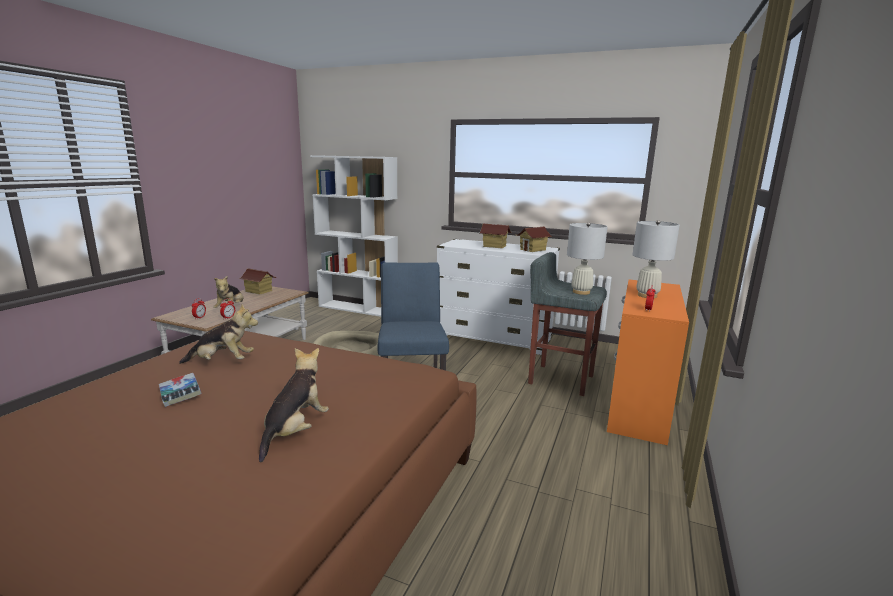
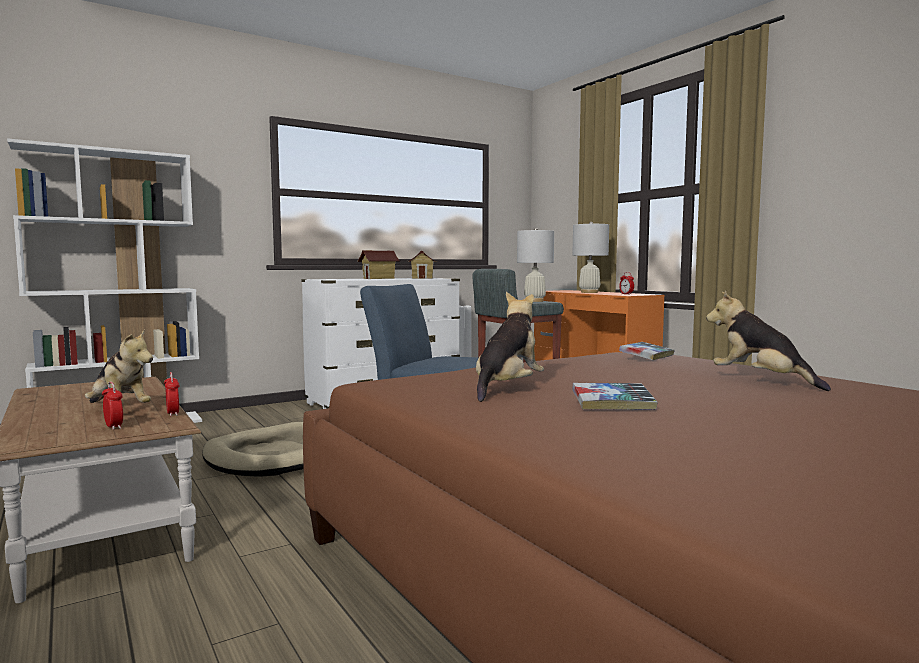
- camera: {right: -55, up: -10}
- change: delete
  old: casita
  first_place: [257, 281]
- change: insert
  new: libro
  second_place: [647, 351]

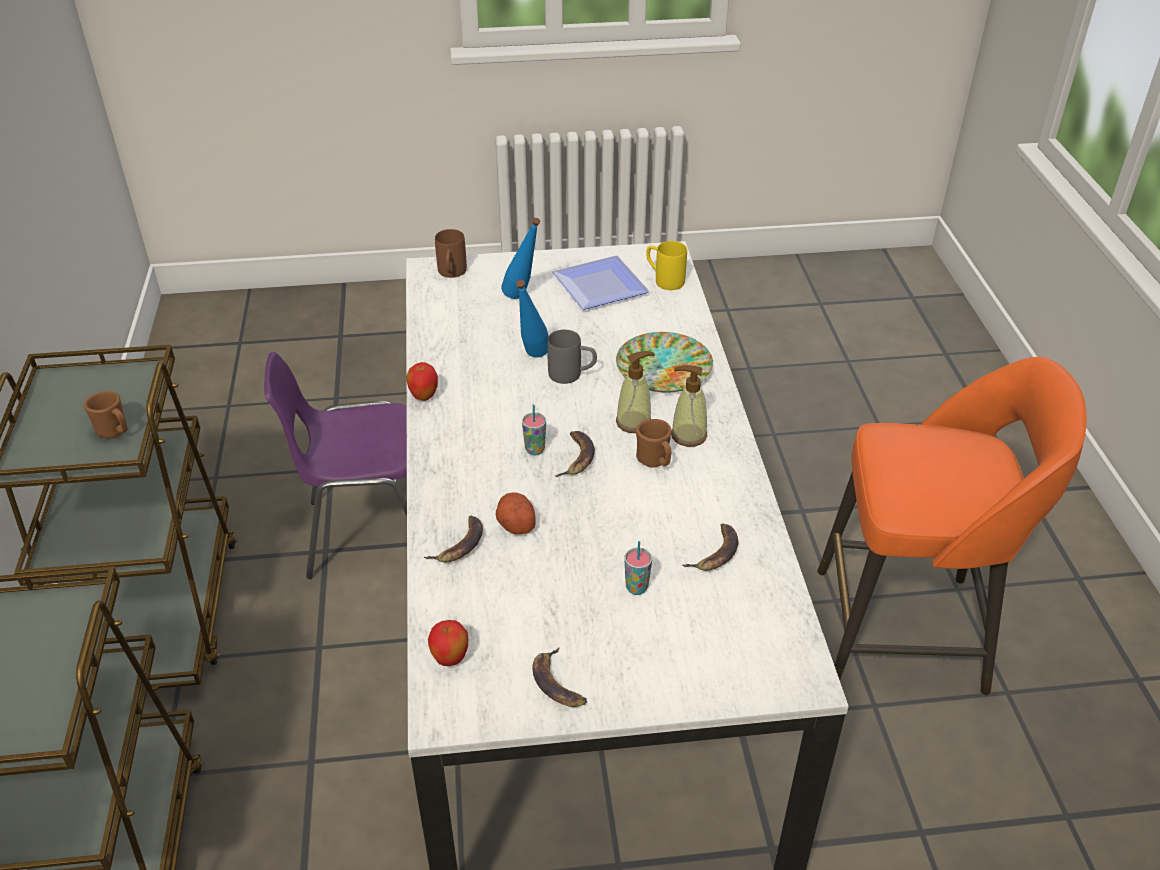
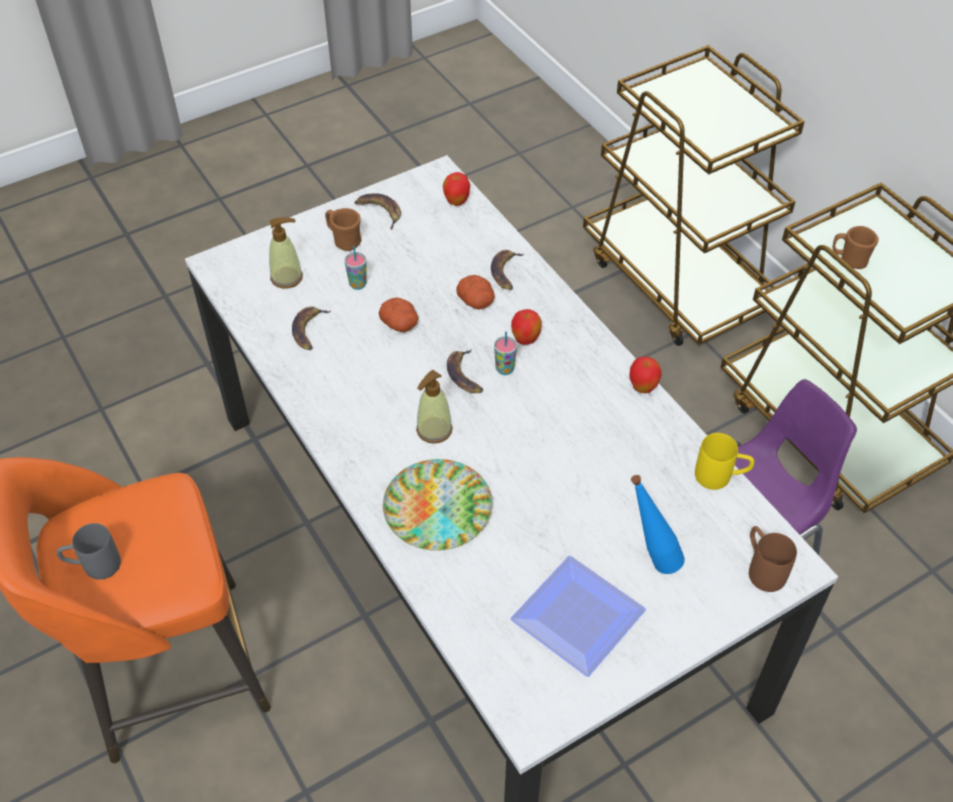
- camera: {right: 155, up: 10}
- change: move
  old: taza grande/amarillo
  first_place: [666, 265]
  second_place: [724, 461]
- change: delete
  old: botella/azul
  first_place: [532, 318]
- change: move
  old: taza grande/gris
  first_place: [572, 356]
  second_place: [89, 551]
- change: move
  old: dispensador de jabón
  first_place: [689, 406]
  second_place: [286, 253]
- change: move
  old: taza grande/marrón
  first_place: [654, 443]
  second_place: [343, 229]
- change: insert
  new: patata
  second_place: [398, 314]
- change: insert
  new: manzana
  second_place: [526, 327]

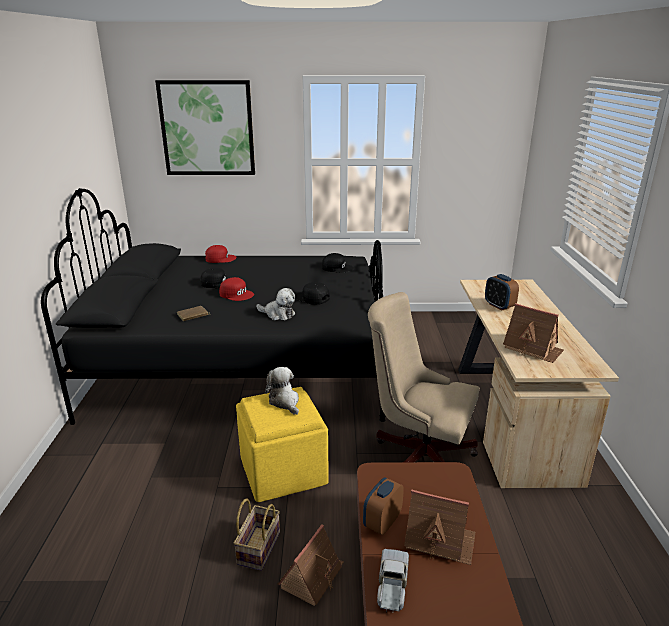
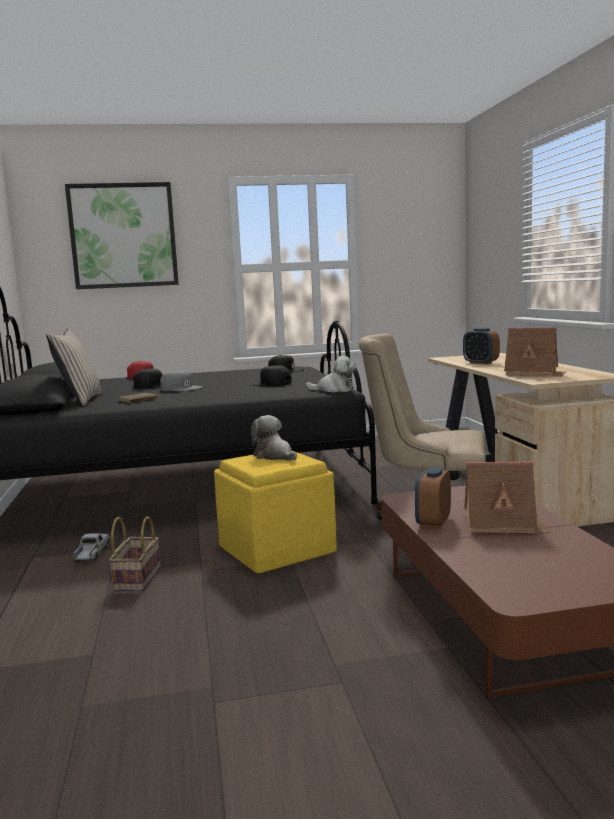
- camera: {right: -10, up: -15}
- change: recolor
  old: gorra/rojo
  new: gorra/gris
  first_place: [236, 289]
  second_place: [181, 380]
- change: move
  old: peluche
  first_place: [275, 304]
  second_place: [331, 374]
- change: move
  old: cesta
  first_place: [257, 534]
  second_place: [135, 554]
- change: delete
  old: casita
  first_place: [310, 565]
- change: move
  old: camión de juguete
  first_place: [393, 580]
  second_place: [91, 547]
- change: insert
  new: cojín/beis
  second_place: [74, 367]

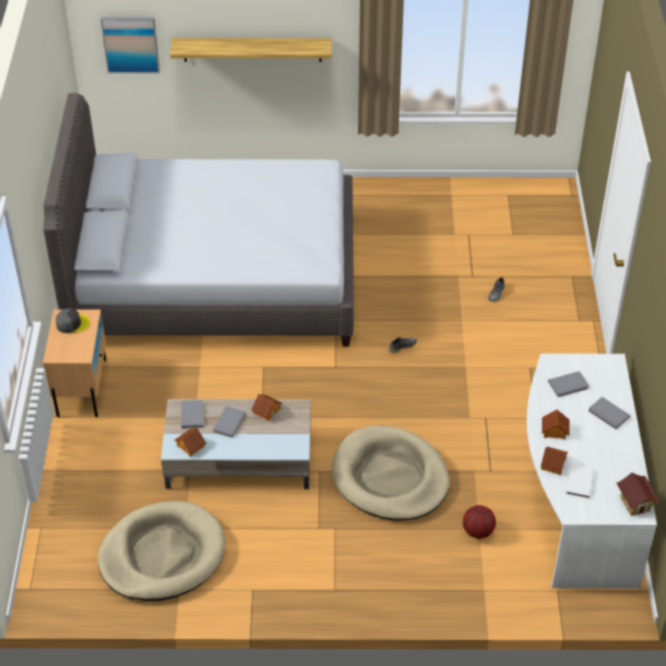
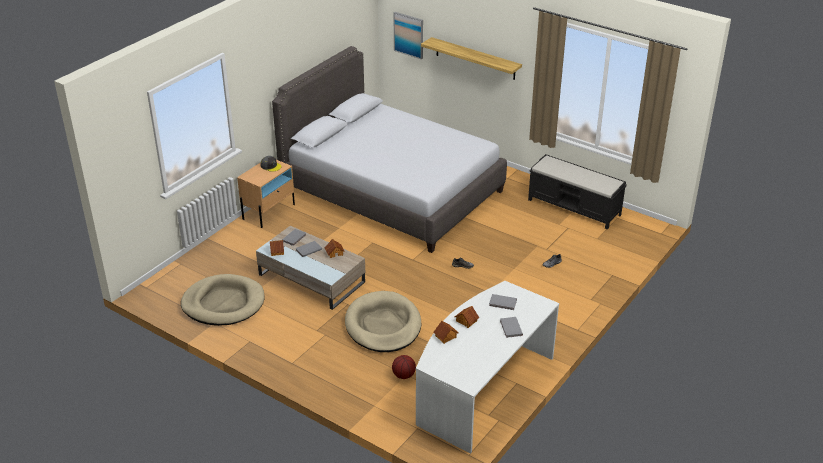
- camera: {right: 35, up: -10}
- change: delete
  old: libro/blanco
  first_place: [580, 481]
- change: delete
  old: casita
  first_place: [638, 494]
- change: insert
  new: banco/negro
  second_place: [577, 192]

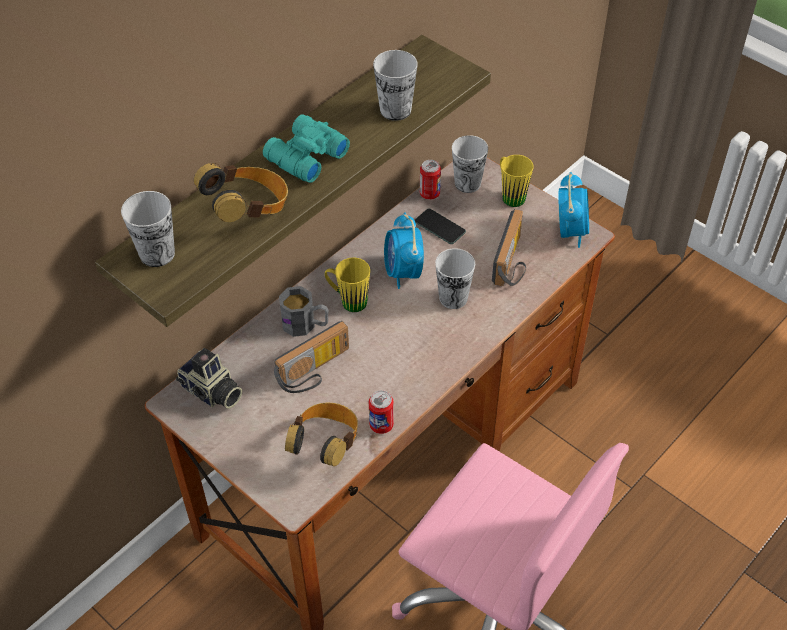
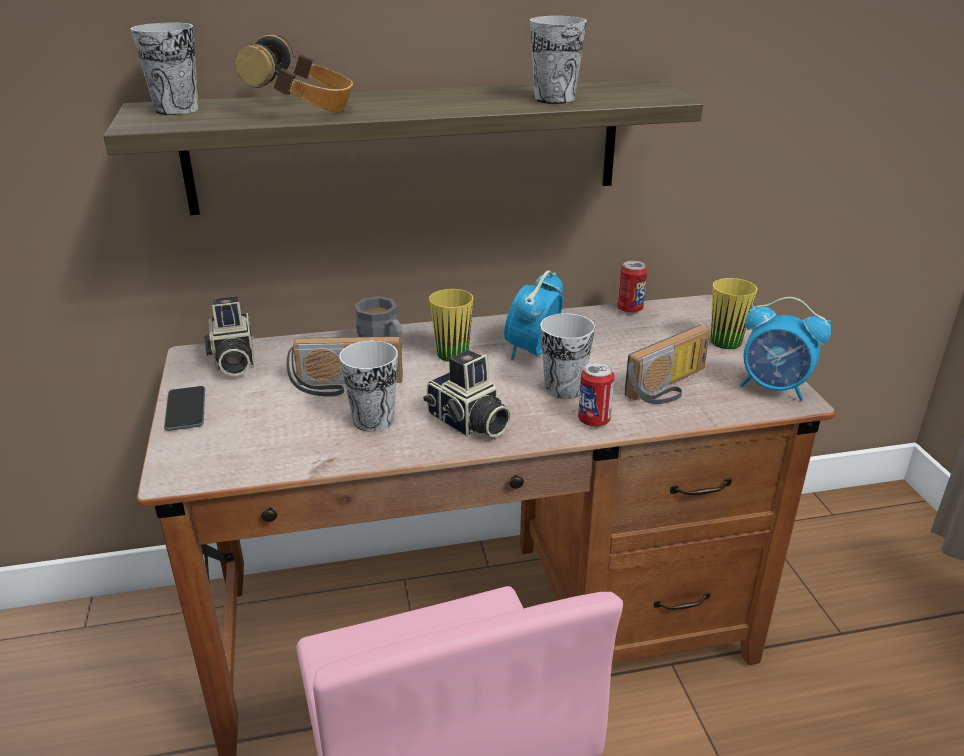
- camera: {right: 35, up: -20}
- change: delete
  old: prismáticos/turquesa
  first_place: [306, 148]
- change: move
  old: taza
  first_place: [470, 164]
  second_place: [368, 386]
- change: rotate
  old: despertador
  first_place: [574, 210]
  second_place: [785, 348]
  degrees: 75
- change: move
  old: móvil
  first_place: [440, 226]
  second_place: [184, 408]
- change: move
  old: lata
  first_place: [381, 412]
  second_place: [596, 394]
- change: delete
  old: auriculares
  first_place: [321, 434]
- change: insert
  new: cámara
  second_place: [467, 393]

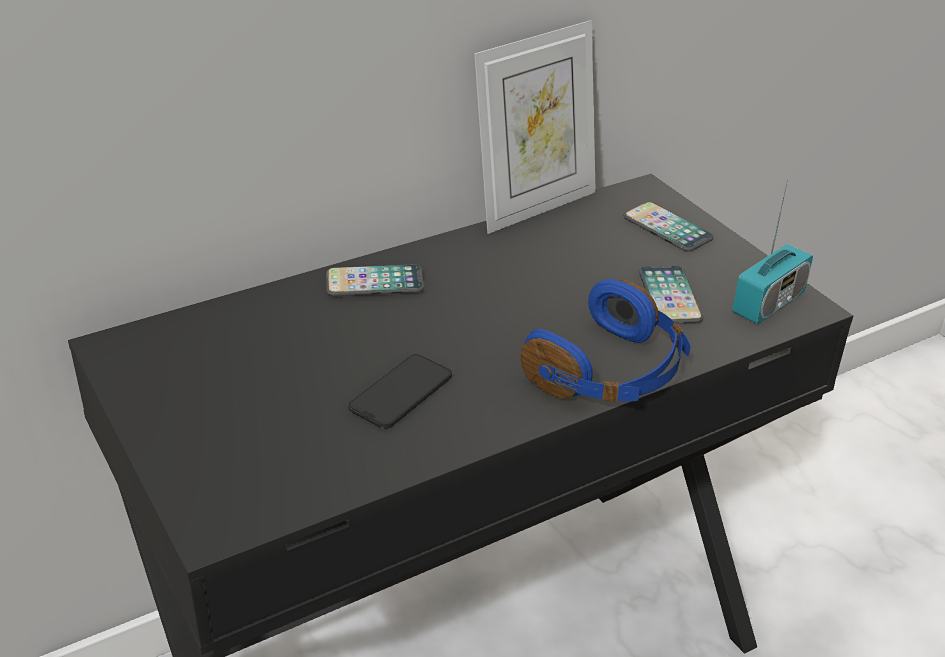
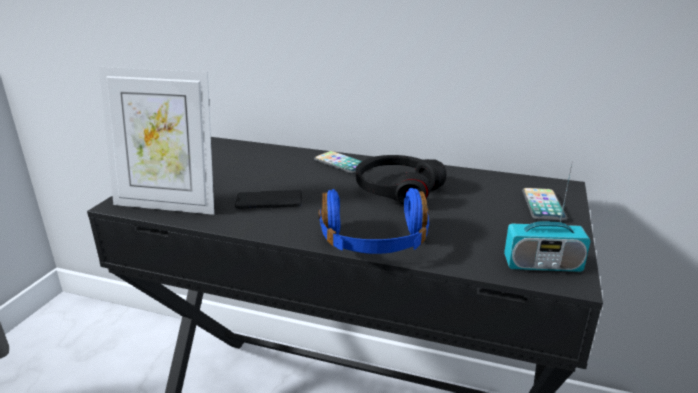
- camera: {right: 50, up: -10}
- change: move
  old: portarretratos
  first_place: [535, 127]
  second_place: [156, 141]
- change: delete
  old: móvil
  first_place: [671, 295]
- change: insert
  new: auriculares/negro
  second_place: [401, 179]

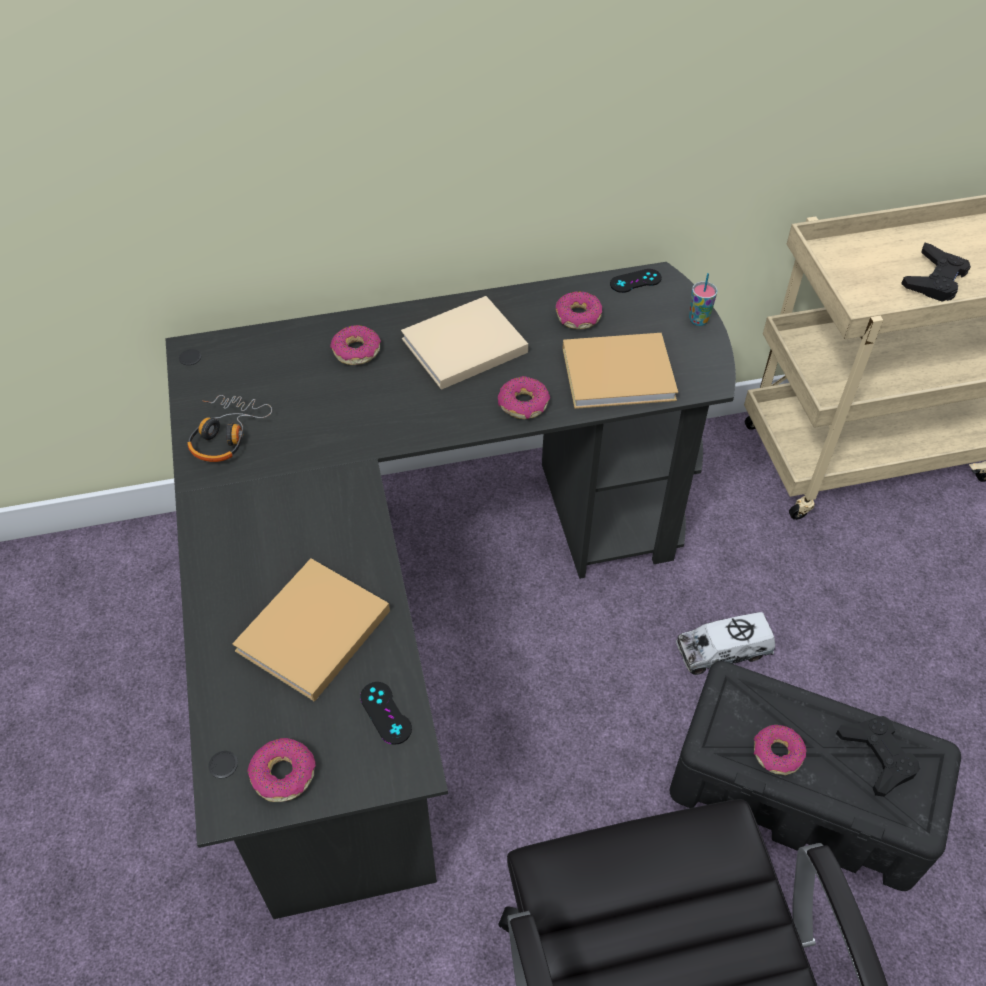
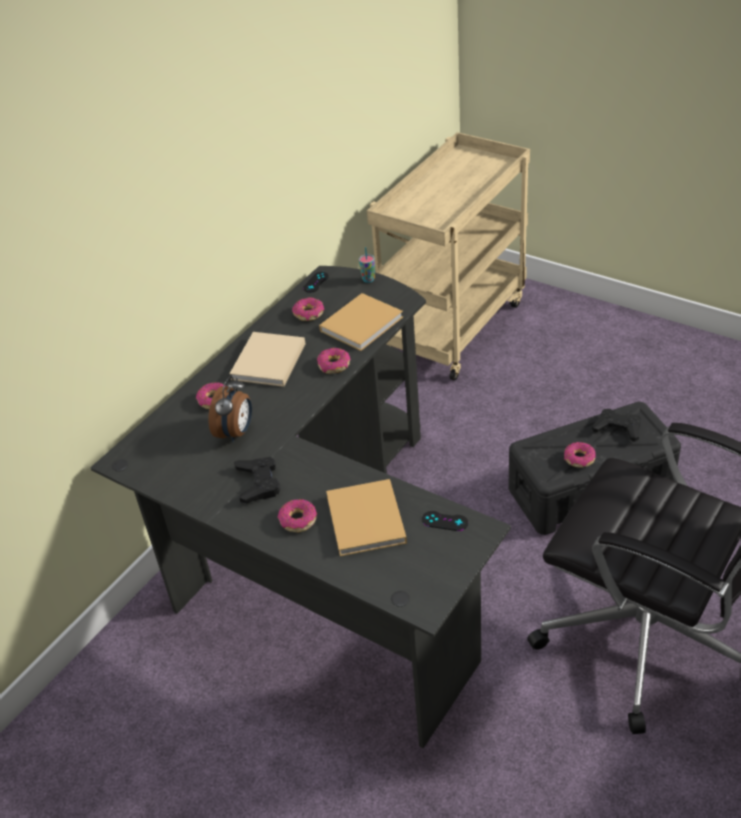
- camera: {right: -40, up: -10}
- change: move
  old: mando de consola/negro
  first_place: [936, 272]
  second_place: [257, 480]
- change: delete
  old: auriculares
  first_place: [229, 428]
- change: delete
  old: camión de juguete
  first_place: [725, 643]
- change: move
  old: rosquilla
  first_place: [281, 770]
  second_place: [297, 515]
- change: insert
  new: despertador
  second_place: [230, 409]

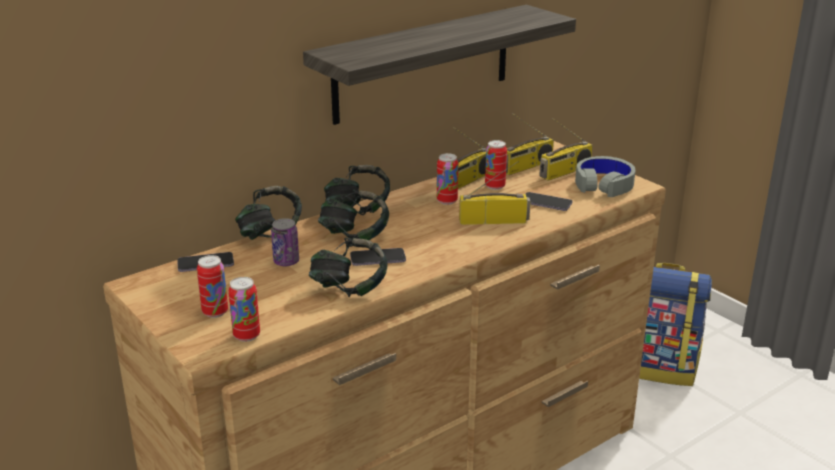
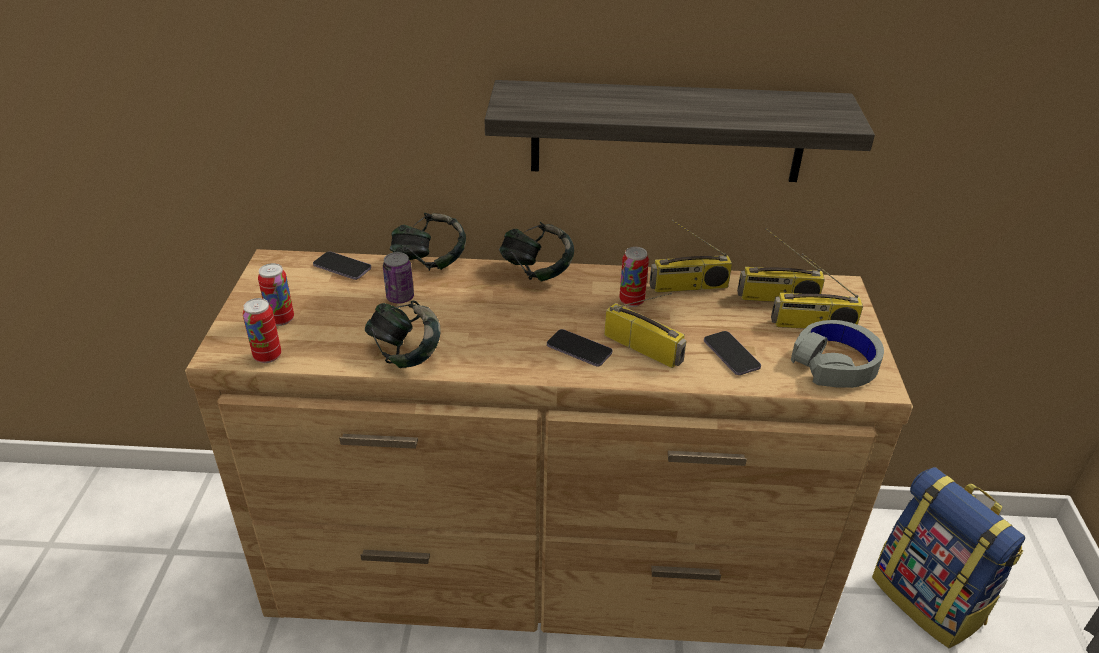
- camera: {right: 40, up: 10}
- change: delete
  old: lata
  first_place: [496, 165]
- change: delete
  old: auriculares
  first_place: [353, 215]
- change: move
  old: móvil
  first_place: [378, 257]
  second_place: [579, 348]

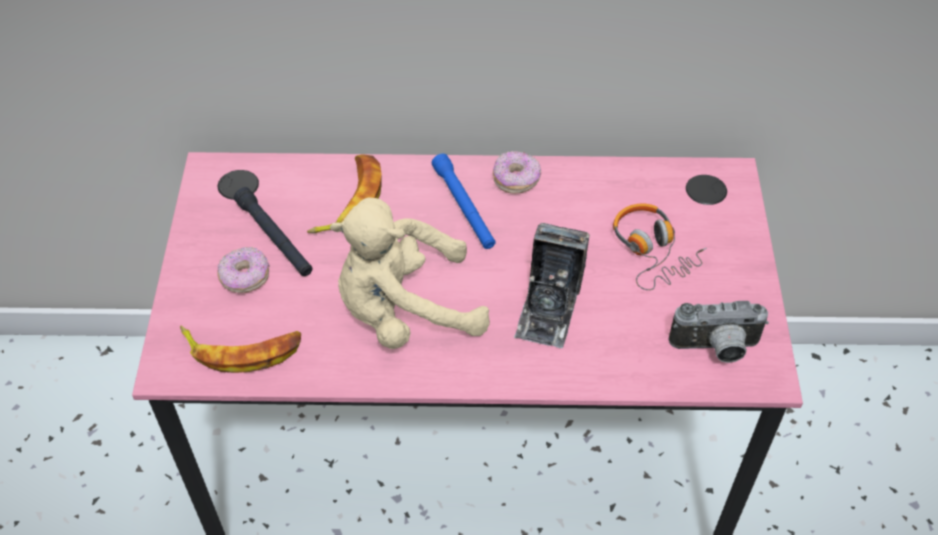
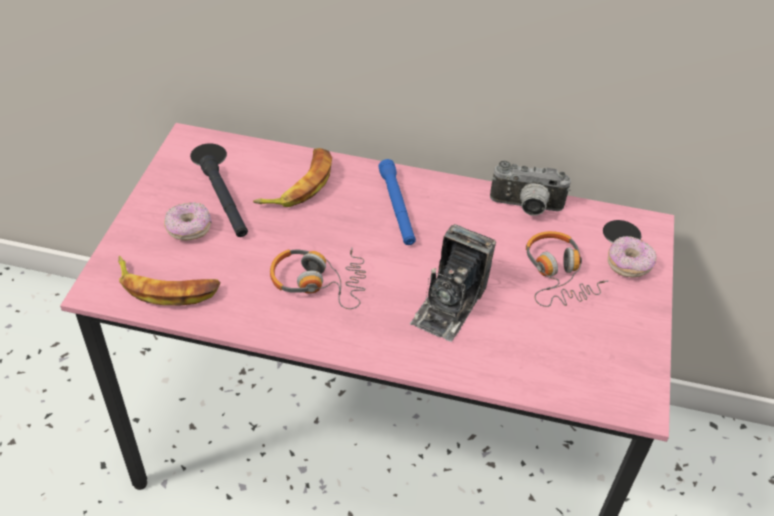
- camera: {right: 10, up: -5}
- change: move
  old: rosquilla
  first_place: [517, 172]
  second_place: [632, 257]
- change: replace
  old: peluche/beis
  new: auriculares
  first_place: [410, 273]
  second_place: [318, 278]
- change: move
  old: cámara
  first_place: [718, 332]
  second_place: [530, 188]

